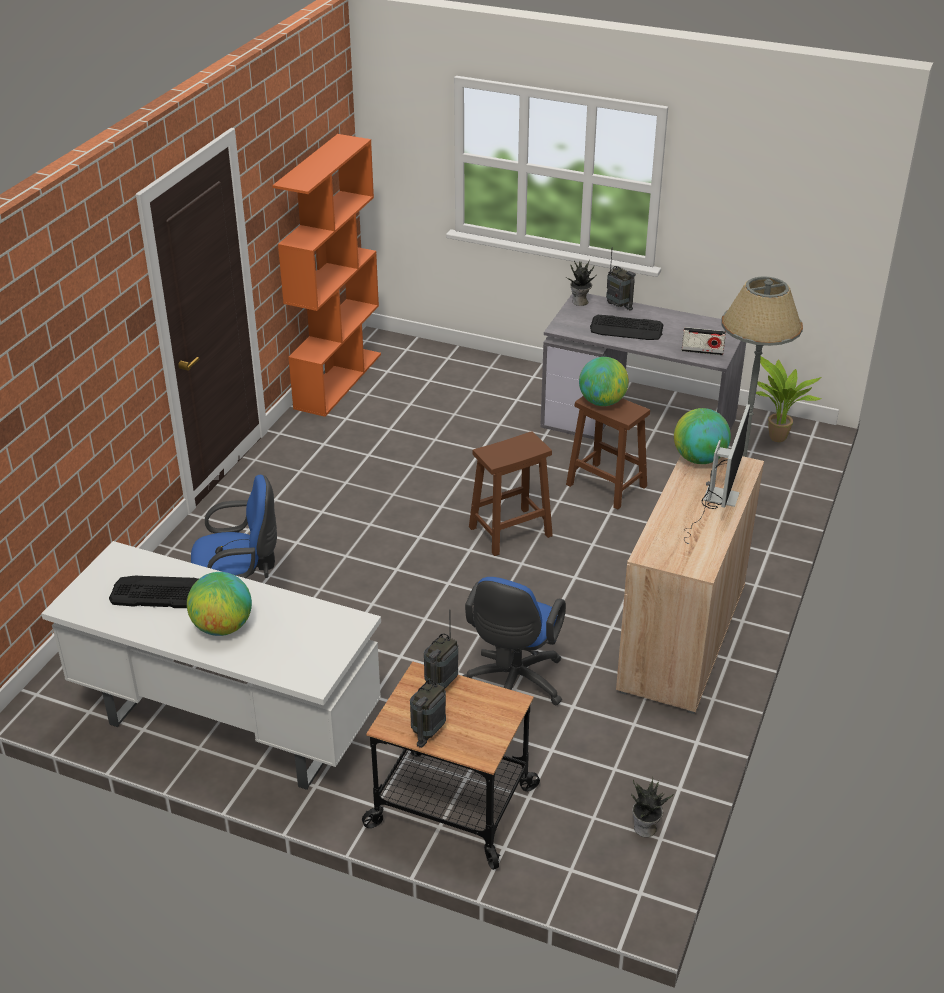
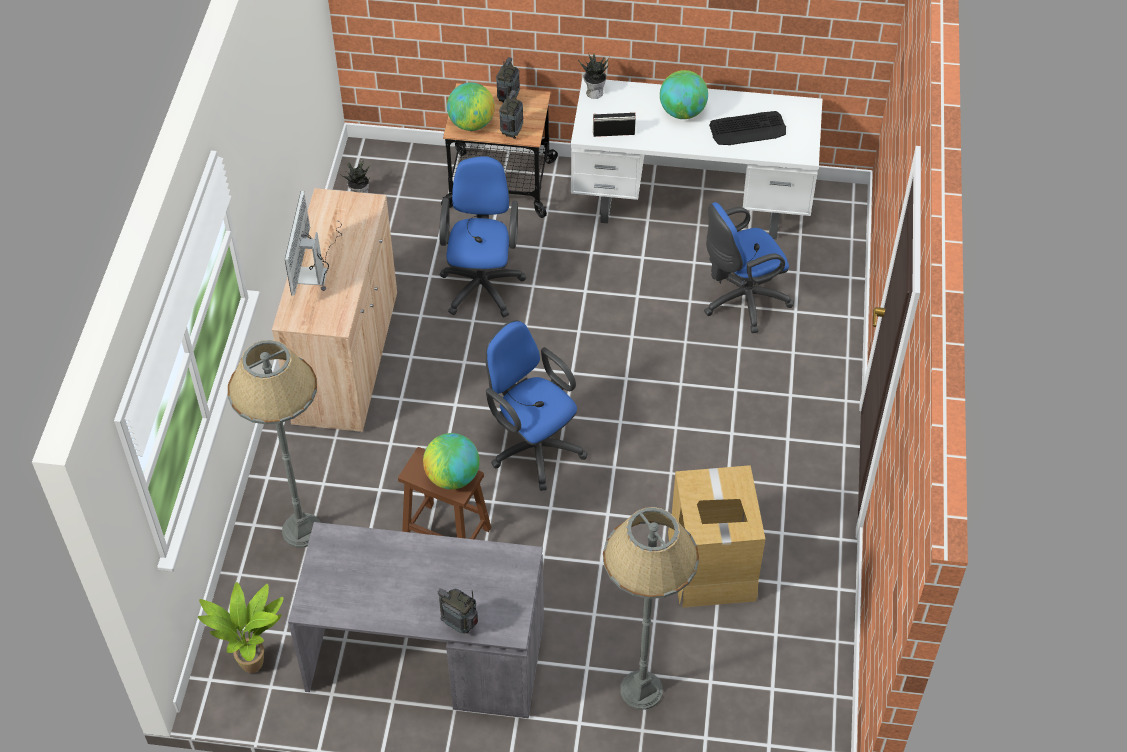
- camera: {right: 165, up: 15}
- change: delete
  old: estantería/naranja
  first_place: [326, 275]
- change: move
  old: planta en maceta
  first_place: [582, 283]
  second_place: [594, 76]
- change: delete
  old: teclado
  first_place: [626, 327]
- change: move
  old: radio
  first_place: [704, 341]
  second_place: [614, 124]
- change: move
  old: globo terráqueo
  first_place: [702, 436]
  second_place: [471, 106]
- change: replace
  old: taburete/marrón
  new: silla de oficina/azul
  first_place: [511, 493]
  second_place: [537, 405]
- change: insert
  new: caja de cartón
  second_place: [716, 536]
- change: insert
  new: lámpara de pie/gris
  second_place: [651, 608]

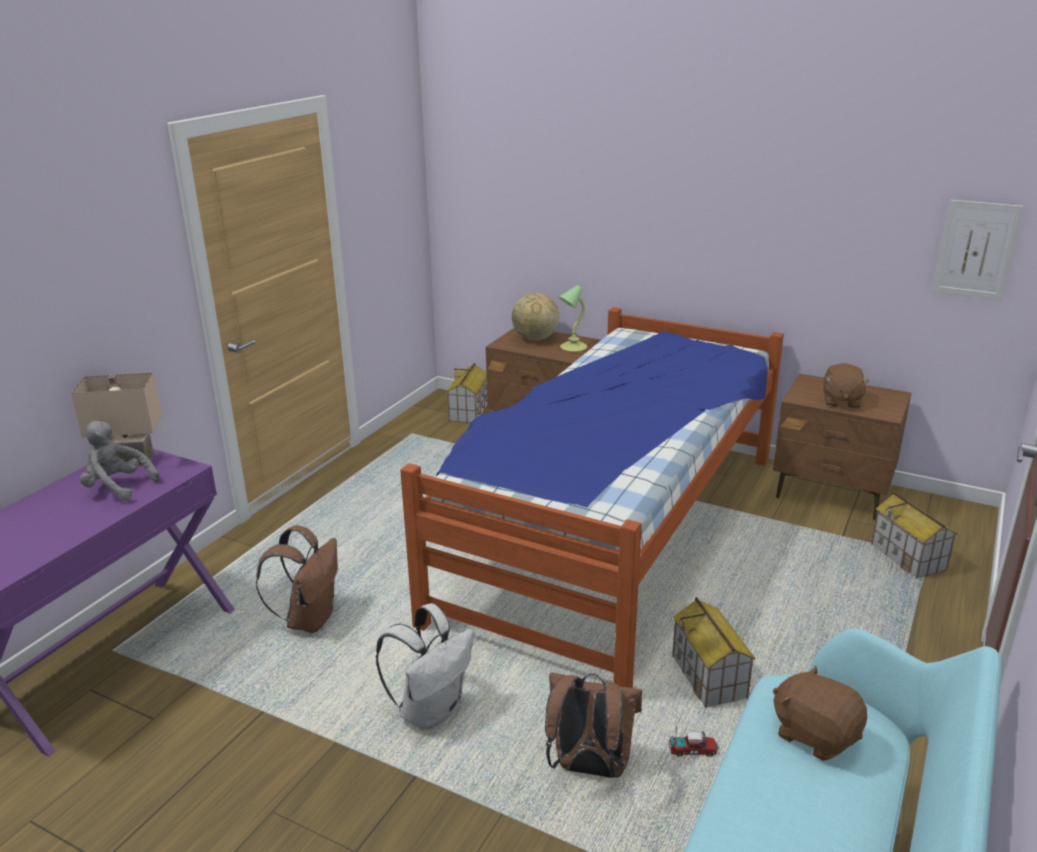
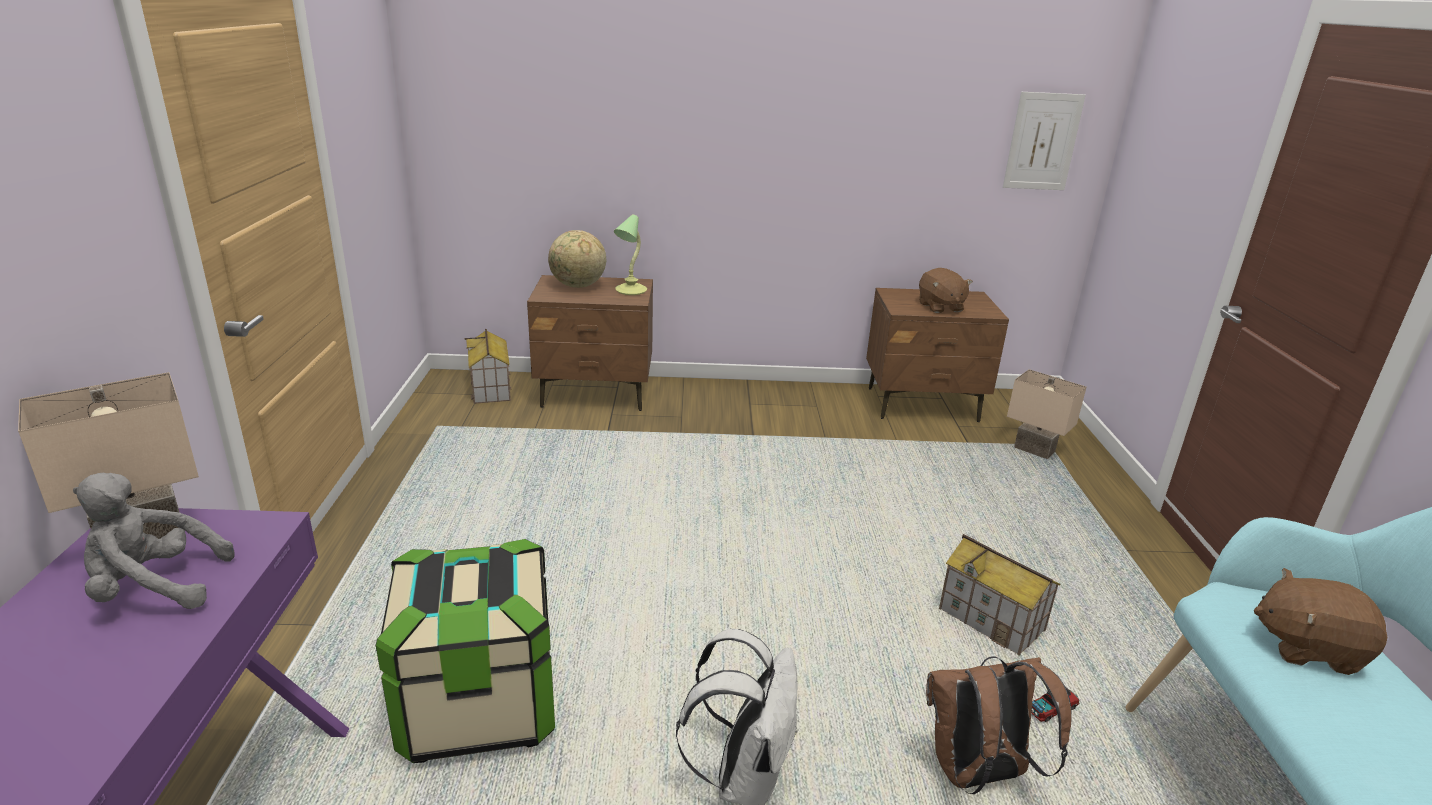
- camera: {right: -30, up: 0}
- change: delete
  old: cama
  first_place: [592, 497]
- change: replace
  old: casita
  new: lámpara de mesa/beis
  first_place: [914, 535]
  second_place: [1047, 414]
- change: replace
  old: mochila/marrón
  new: caja de almacenaje
  first_place: [297, 579]
  second_place: [465, 651]

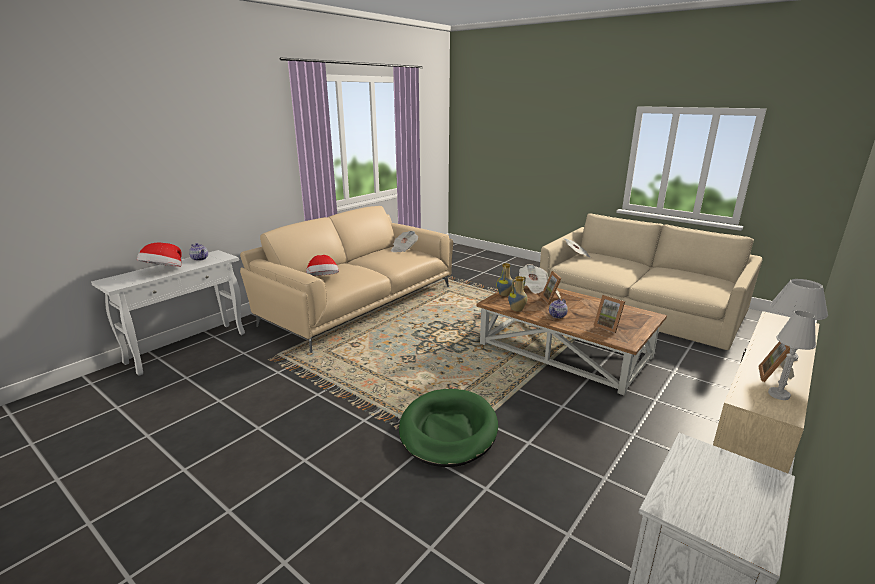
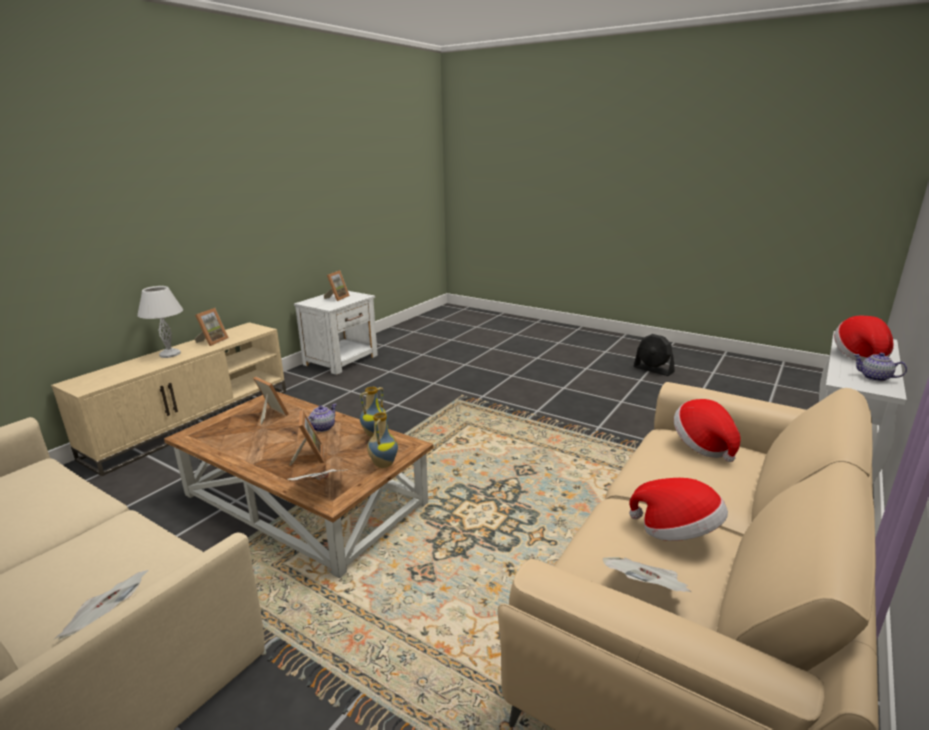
- camera: {right: 175, up: 0}
- change: delete
  old: lámpara de mesa/blanco
  first_place: [792, 355]
- change: delete
  old: cama para perro/verde
  first_place: [448, 428]
- change: insert
  new: portarretratos
  second_place: [337, 285]
- change: insert
  new: ventilador/negro
  second_place: [654, 355]
- change: insert
  new: sombrero
  second_place: [678, 509]

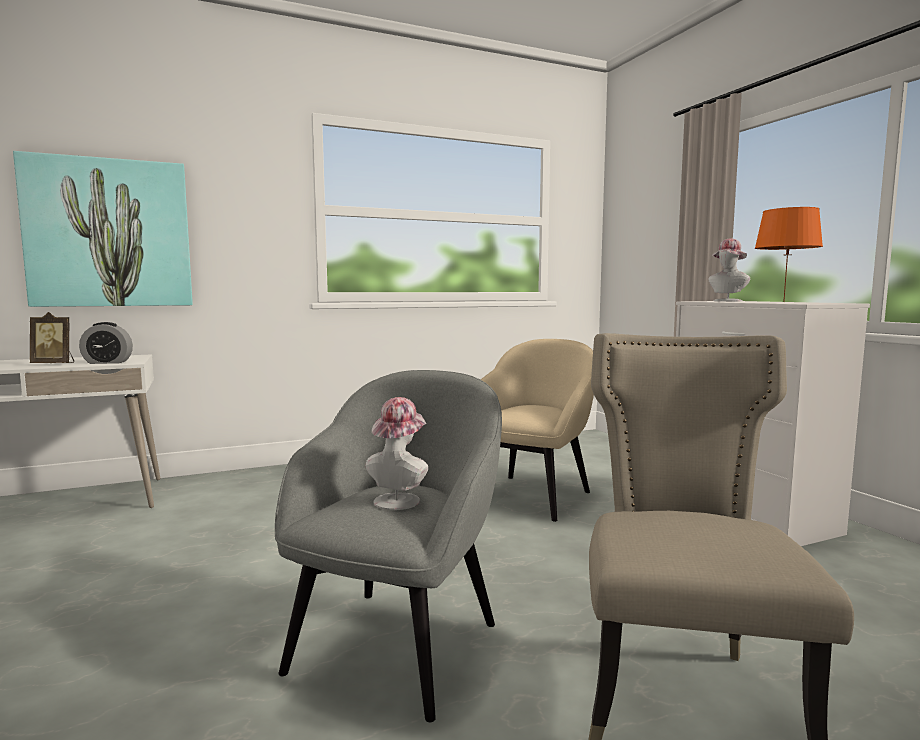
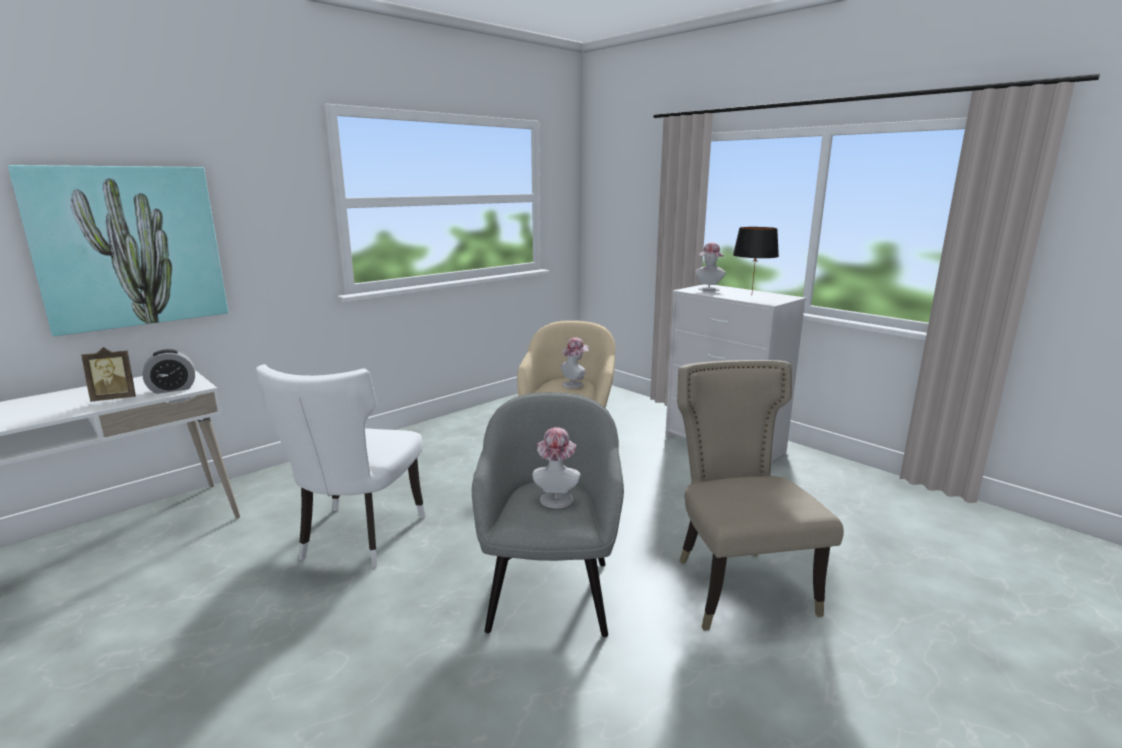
- camera: {right: -20, up: 10}
- change: recolor
  old: lámpara de mesa/naranja
  new: lámpara de mesa/negro
  first_place: [789, 254]
  second_place: [756, 259]
- change: insert
  new: sombrero
  second_place: [575, 362]
- change: insert
  new: silla/blanco
  second_place: [341, 465]

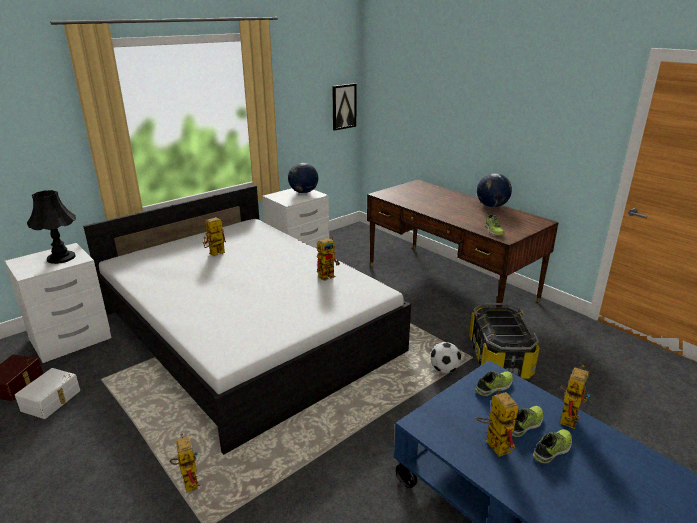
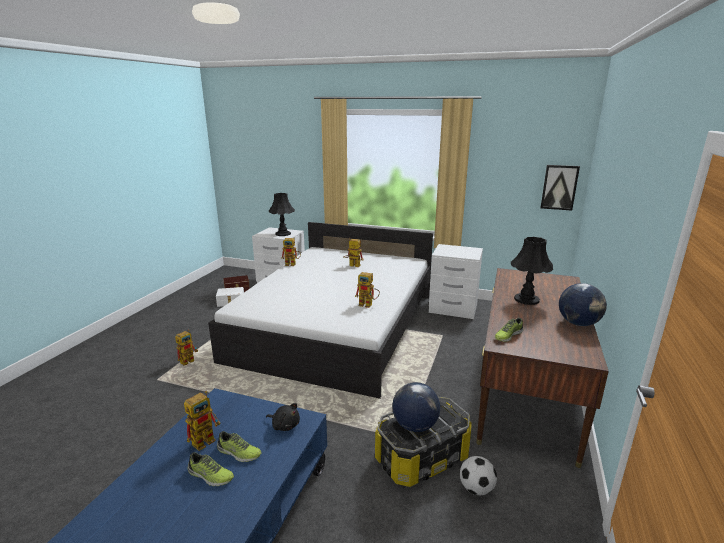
- camera: {right: 60, up: -5}
- change: move
  old: globo terráqueo
  first_place: [303, 178]
  second_place: [416, 407]
- change: move
  old: balón de fútbol
  first_place: [445, 357]
  second_place: [478, 475]
- change: move
  old: robot de juguete
  first_place: [575, 397]
  second_place: [291, 252]
- change: replace
  old: zapato
  new: peluche/negro
  first_place: [494, 383]
  second_place: [283, 417]
- change: insert
  new: lámpara de mesa/negro
  second_place: [532, 271]

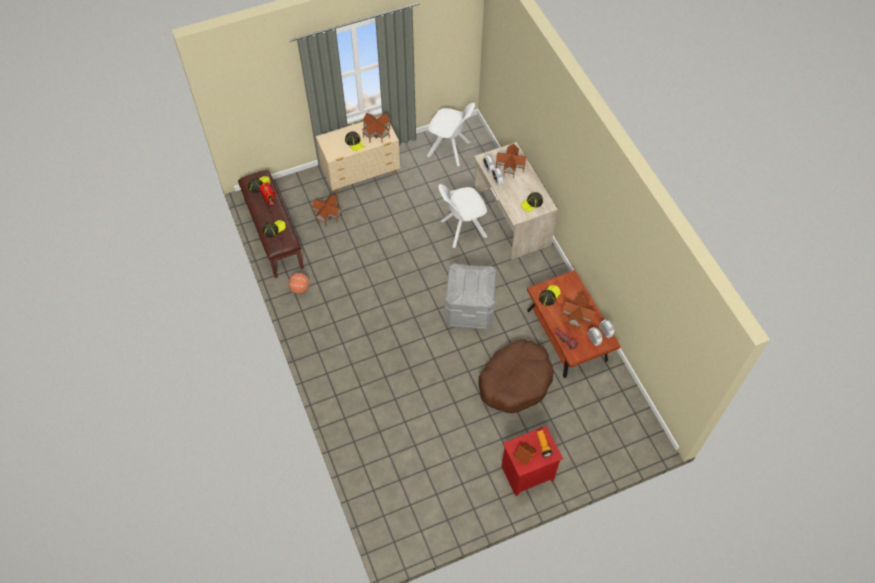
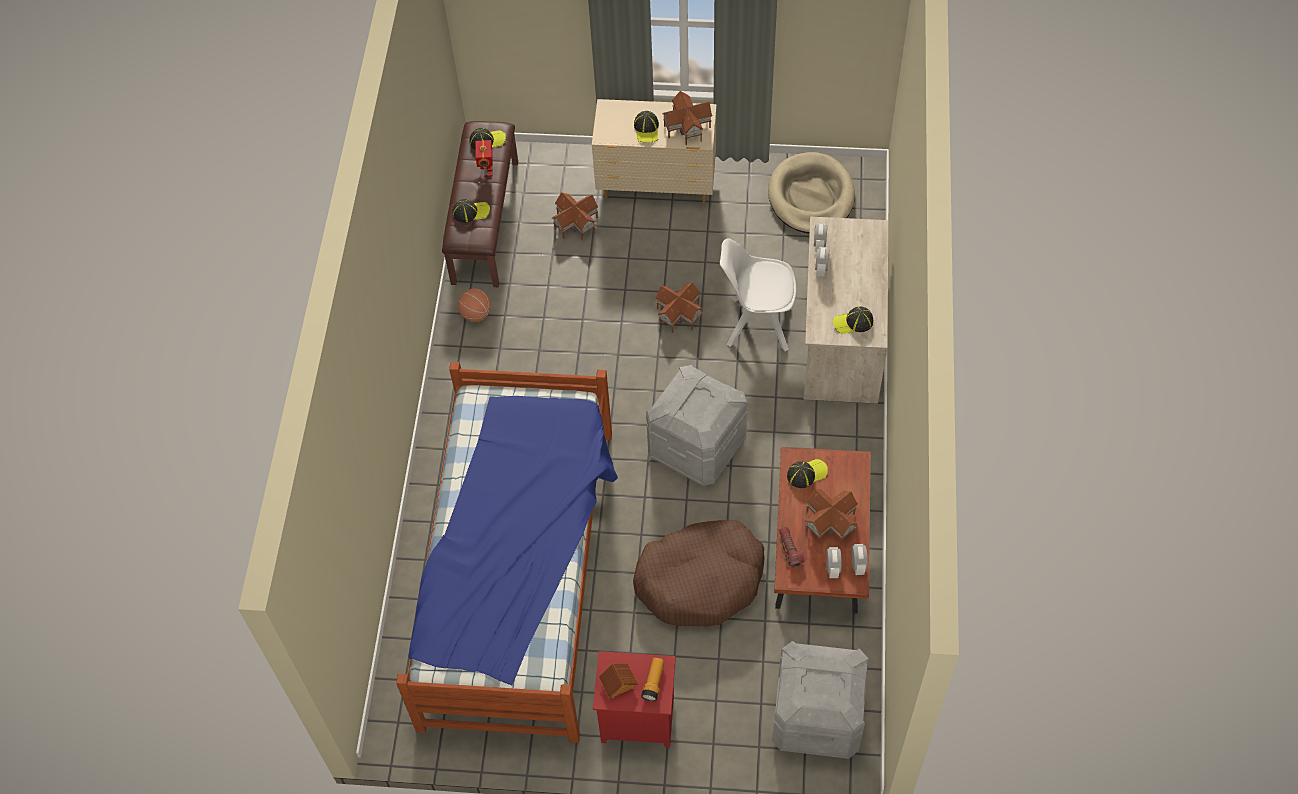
- camera: {right: 30, up: 0}
- change: replace
  old: silla/blanco
  new: cama para perro/beis
  first_place: [451, 134]
  second_place: [811, 193]
- change: move
  old: casita
  first_place: [511, 161]
  second_place: [679, 307]
- change: insert
  new: cama
  second_place: [507, 552]
- change: insert
  new: caja de almacenaje/gris
  second_place: [820, 700]

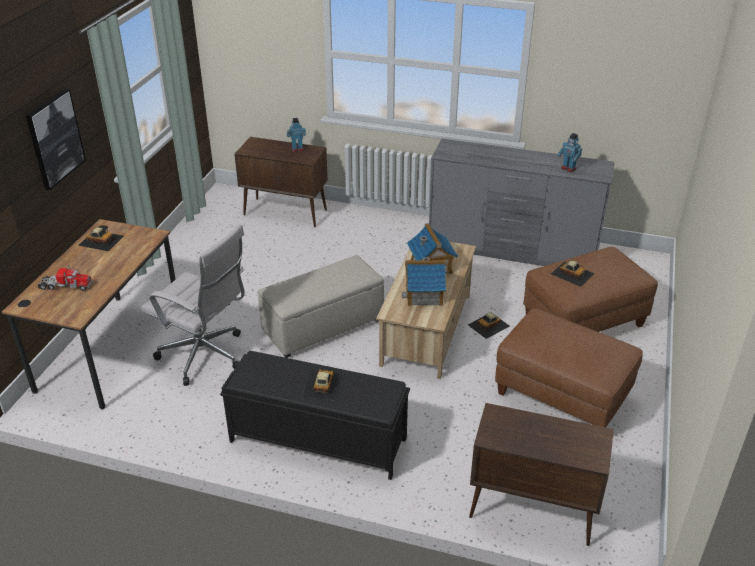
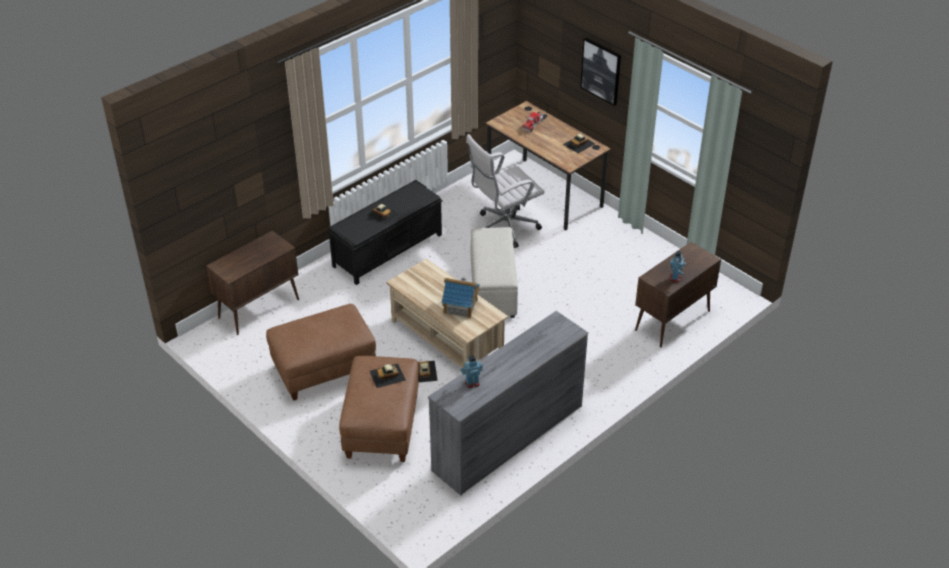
- camera: {right: 120, up: 5}
- change: delete
  old: casita
  first_place: [424, 282]

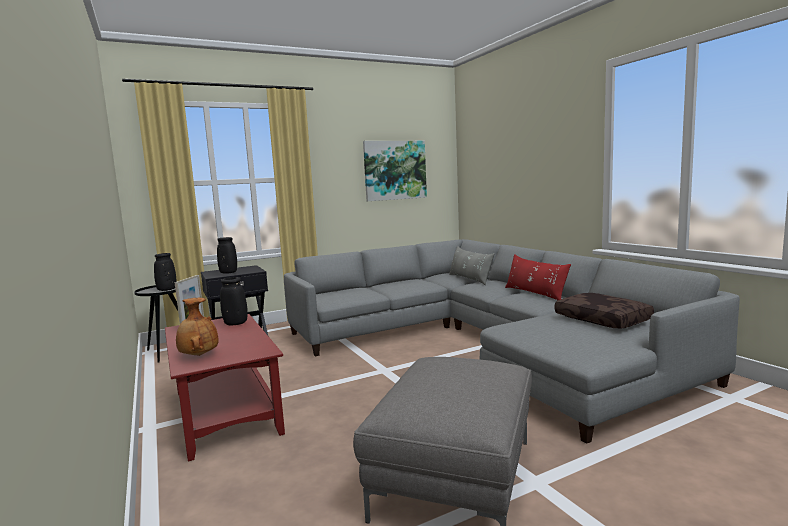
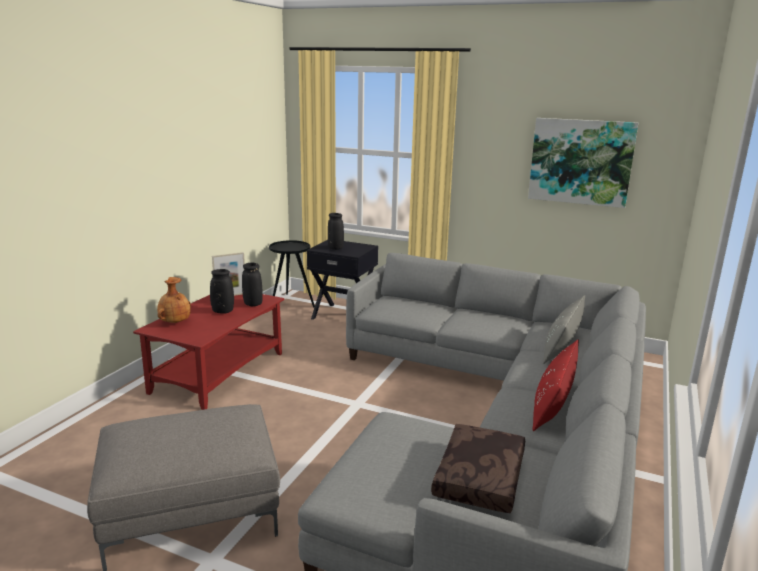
- camera: {right: 50, up: 10}
- change: move
  old: florero/negro
  first_place: [165, 272]
  second_place: [222, 291]

